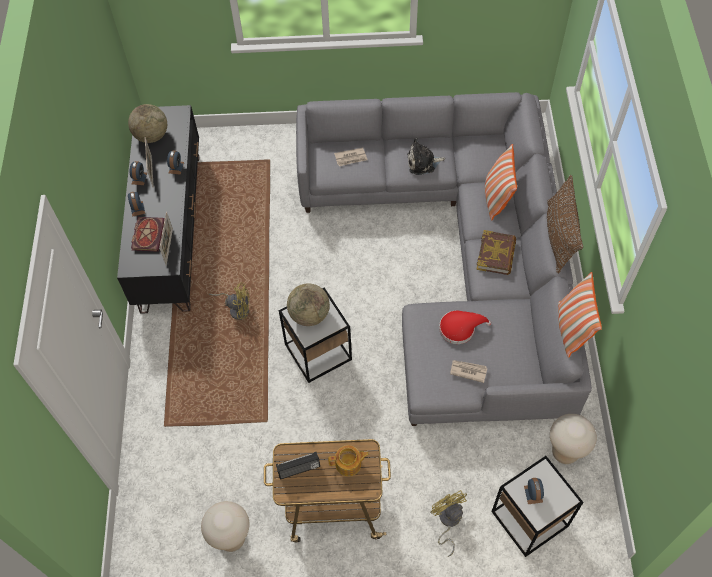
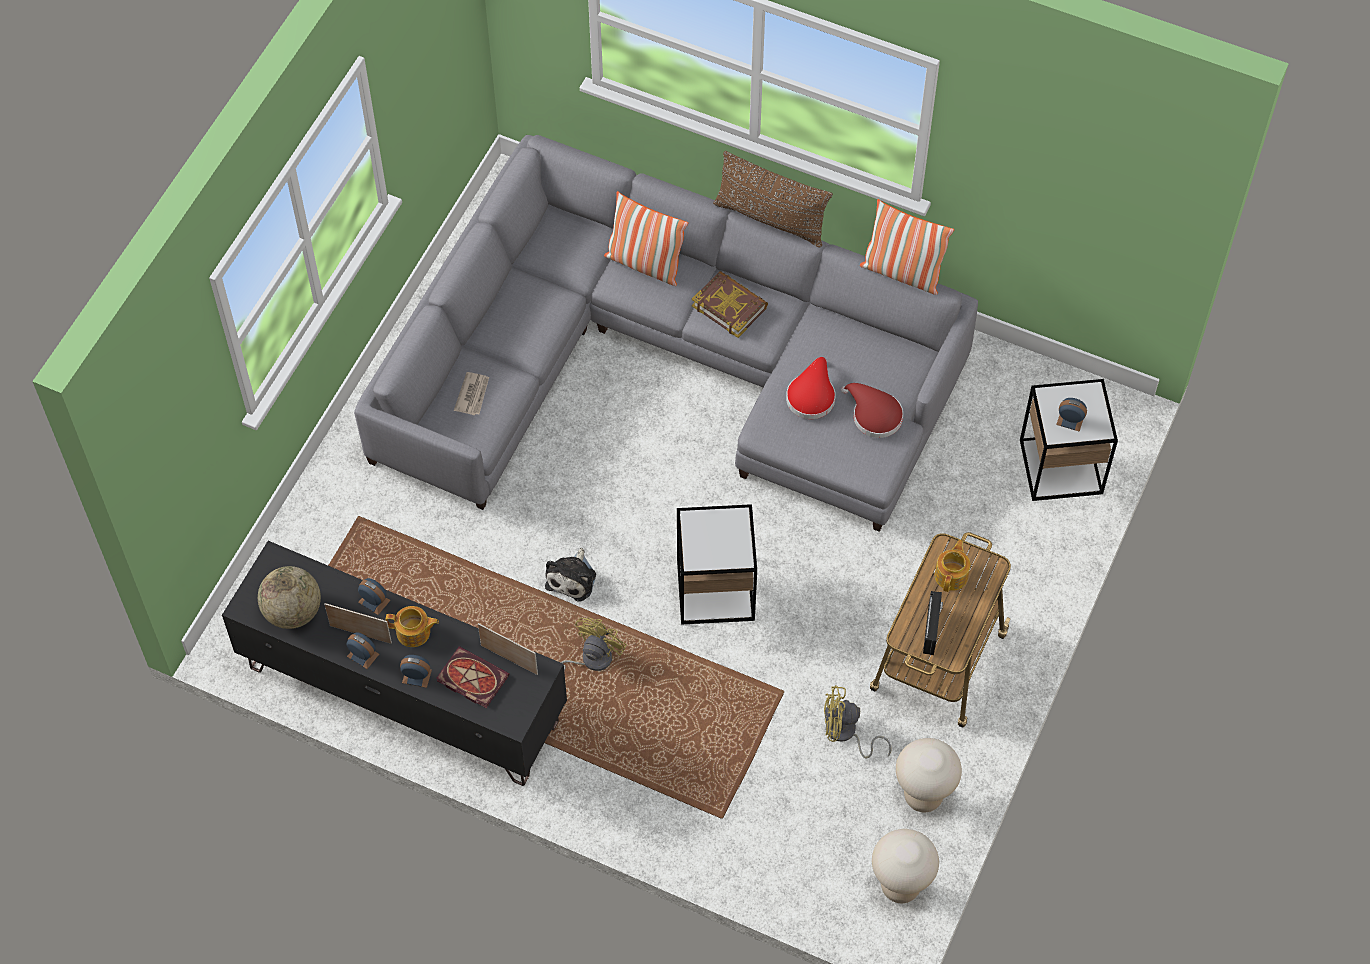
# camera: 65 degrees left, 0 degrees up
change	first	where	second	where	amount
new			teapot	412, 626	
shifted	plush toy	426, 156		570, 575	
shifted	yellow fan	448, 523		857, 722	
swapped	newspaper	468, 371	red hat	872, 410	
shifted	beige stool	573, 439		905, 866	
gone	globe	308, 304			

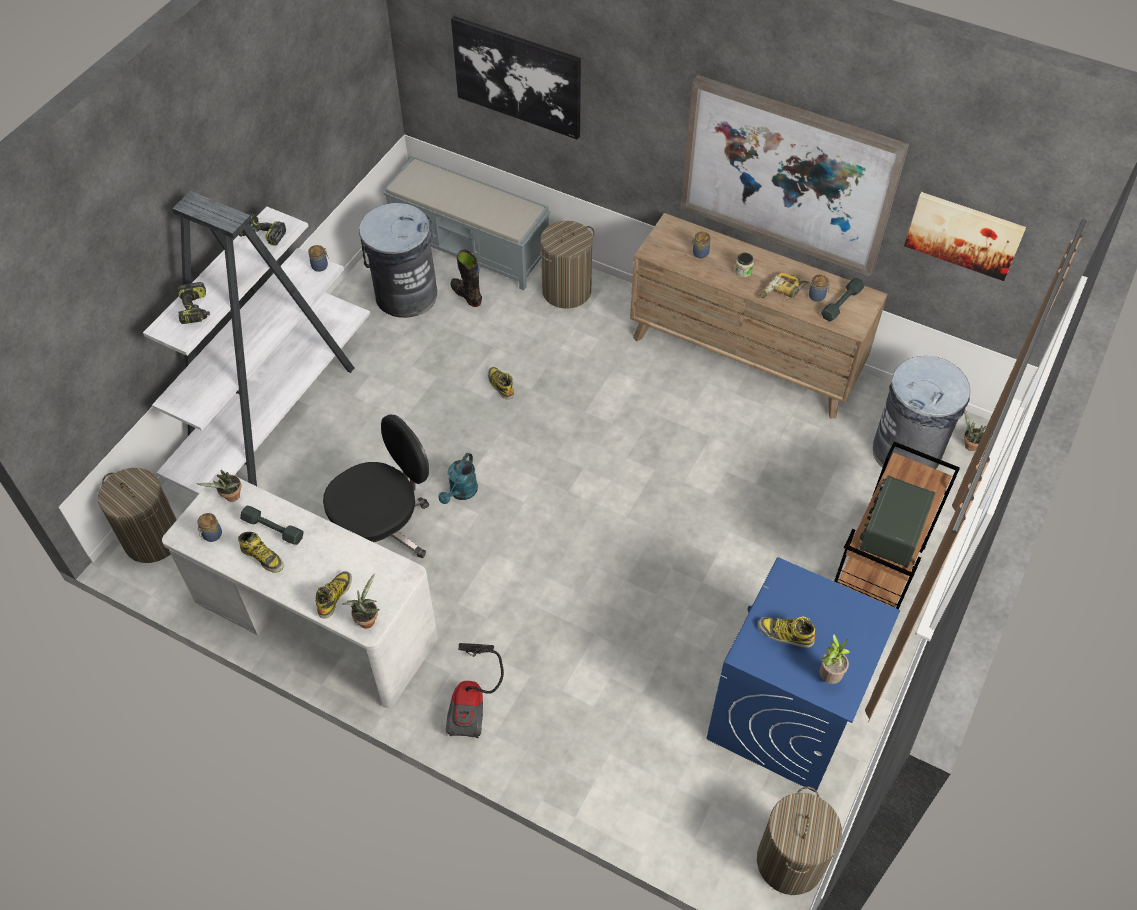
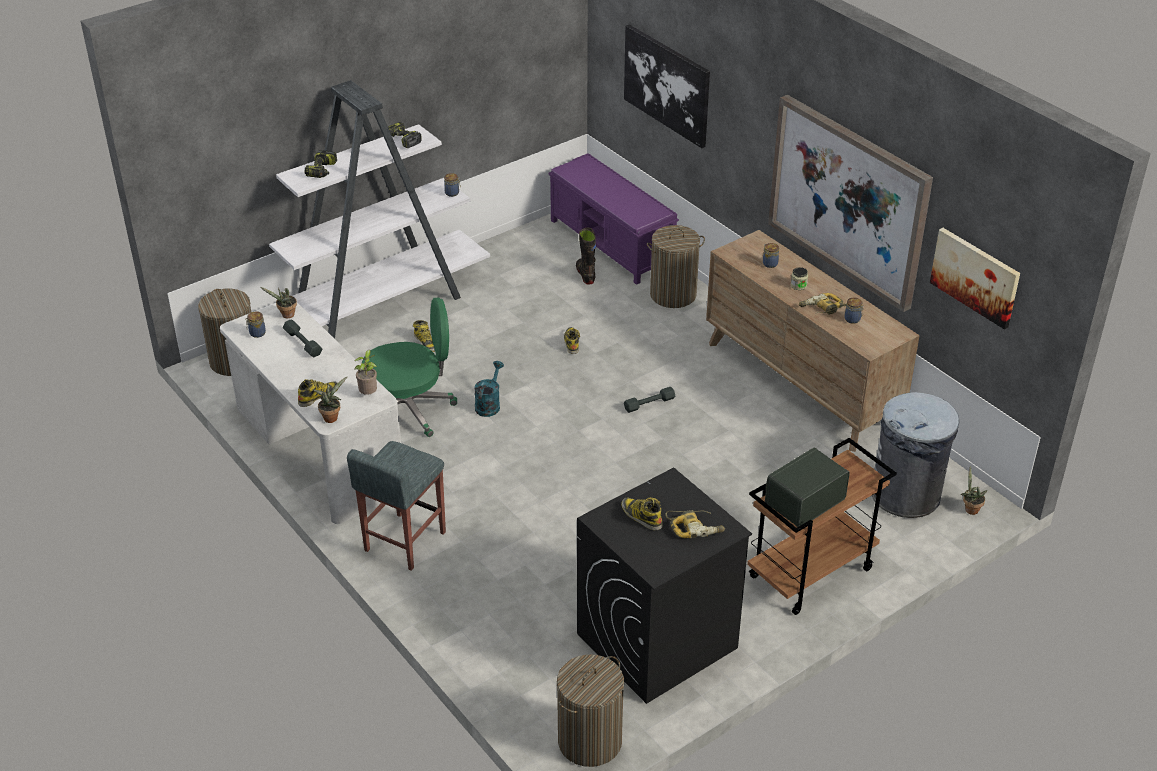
# camera: 25 degrees right, 15 degrees down
change	first	where	second	where	amount
swapped	vacuum cleaner	475, 690	grey stool	396, 506	
shifted	potted plant	834, 659		365, 372	
repainted	black office chair	376, 486	green office chair	409, 367	
shifted	boot	261, 552		424, 336	
rotated	turquoise watering can	458, 478		489, 389	150 degrees clockwise
repainted	grey bench	466, 223	purple bench	614, 219	
repainted	blue washing machine	803, 674	black washing machine	664, 585	
shifted	grey dumbbell	843, 299		649, 400	
new			power drill	695, 524	
gone	grey trash can	398, 260			

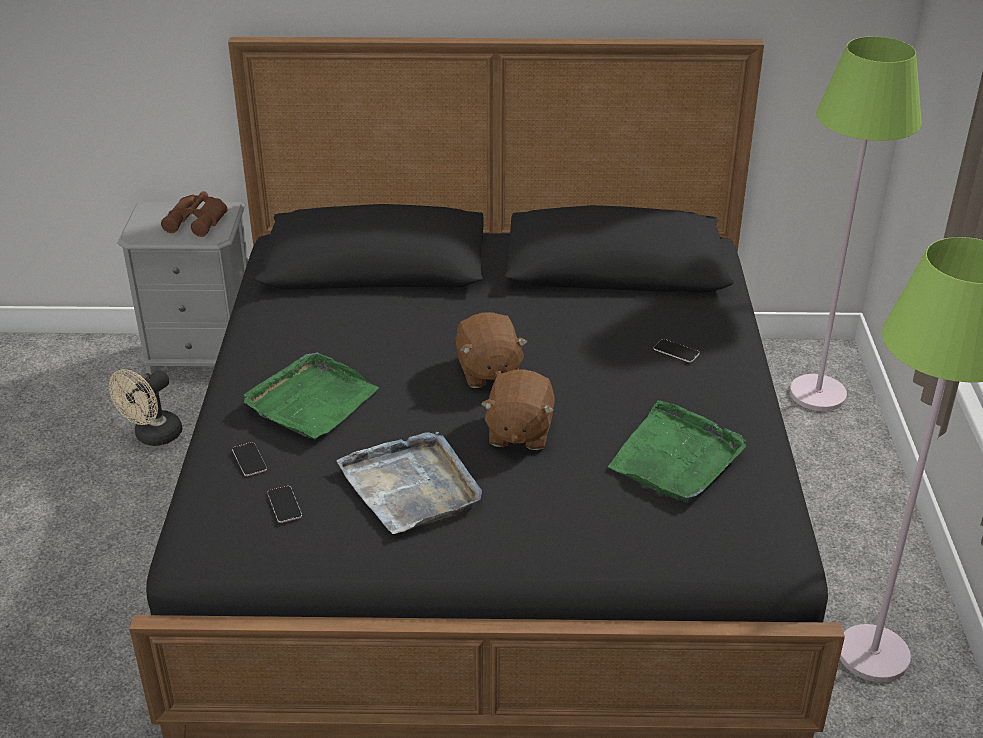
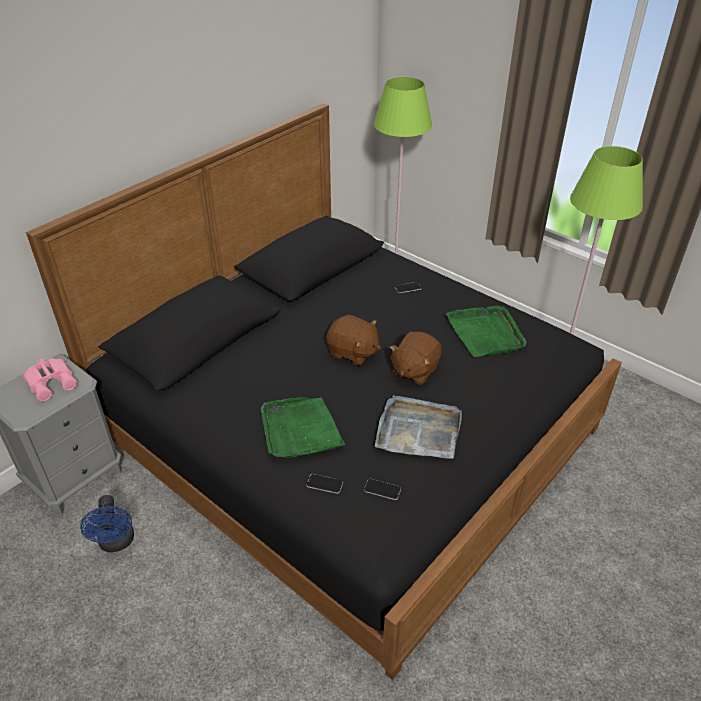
# camera: 50 degrees left, 5 degrees up
change	first	where	second	where	amount
repainted	brown binoculars	194, 214	pink binoculars	50, 379	
repainted	beige fan	145, 407	blue fan	107, 523	
rotated	brown plush toy	518, 409		416, 358	75 degrees clockwise

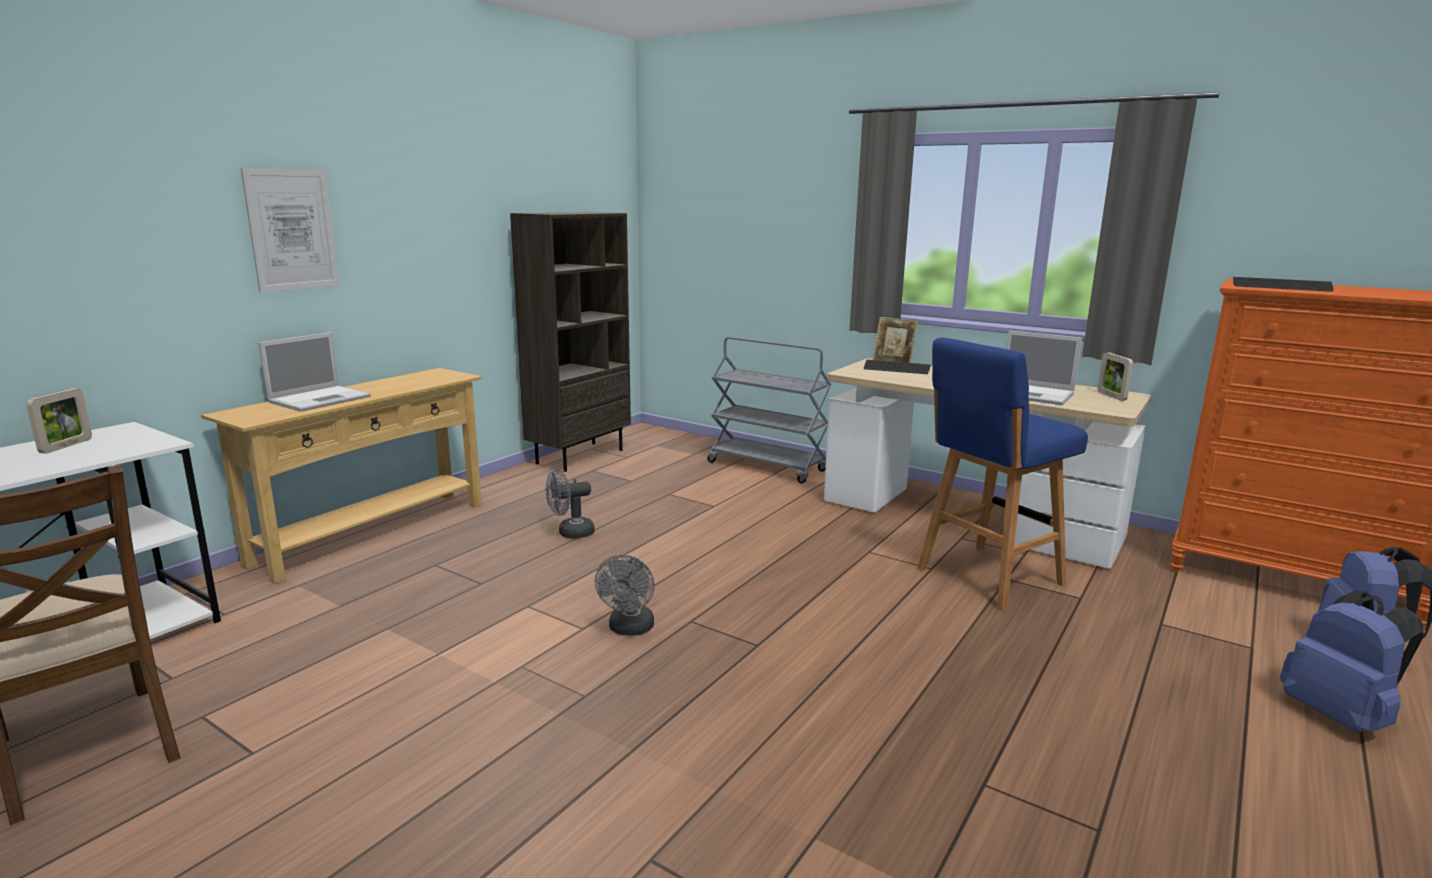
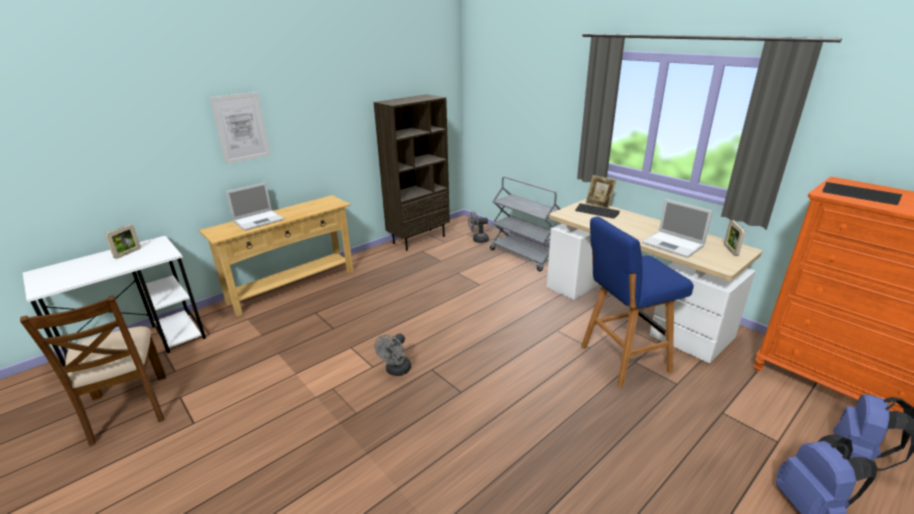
# camera: 15 degrees right, 10 degrees up
change	first	where	second	where	amount
shifted	grey fan	570, 504		478, 227	

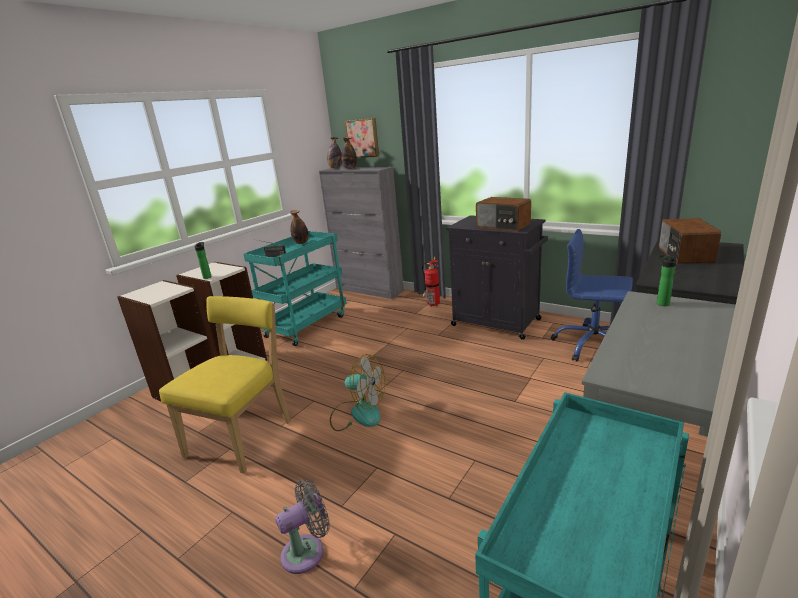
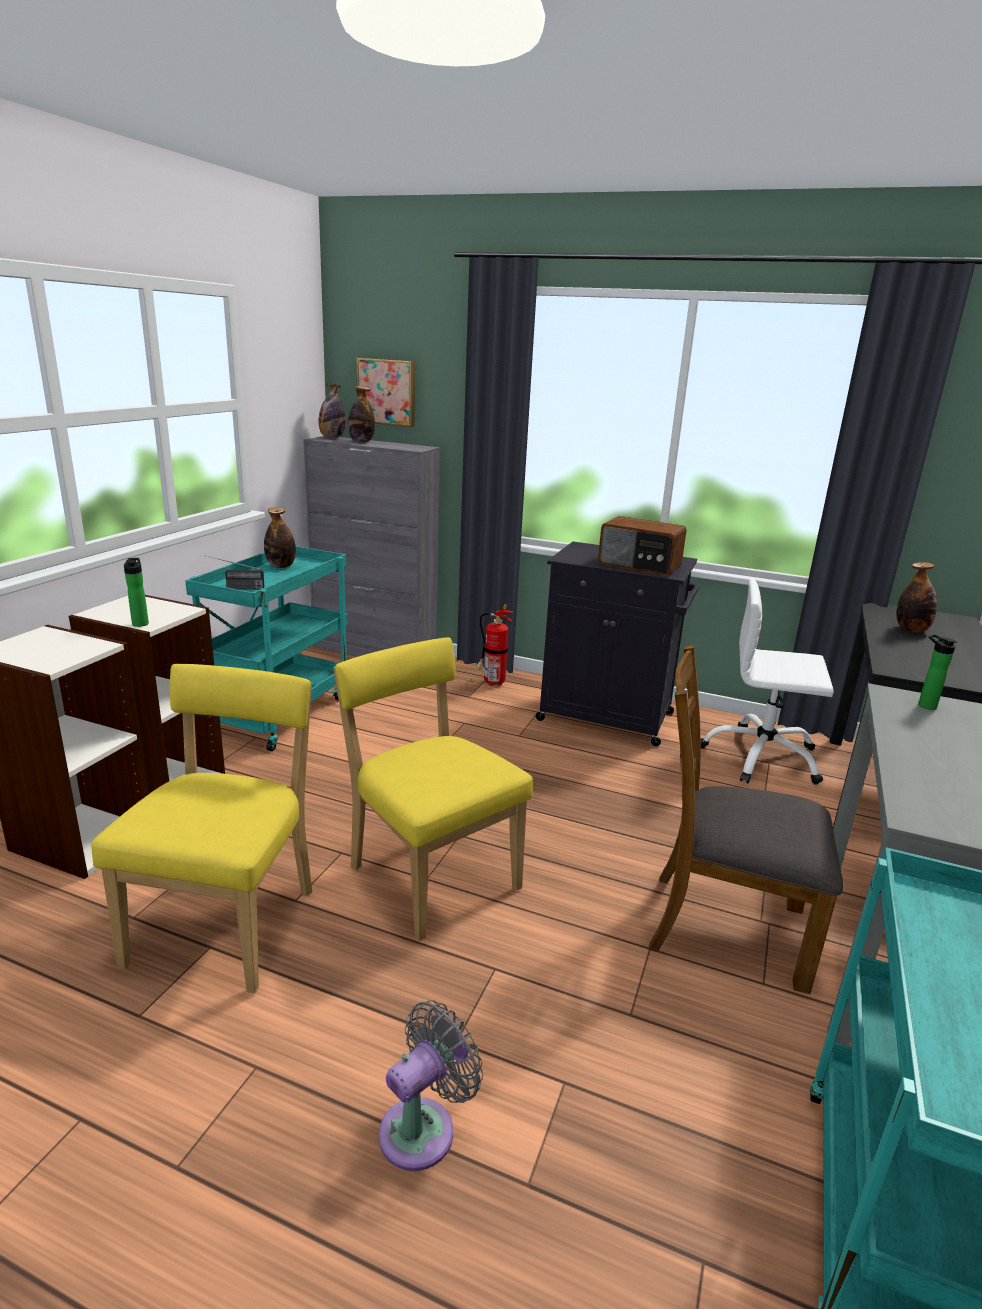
# camera: 15 degrees left, 0 degrees up
change	first	where	second	where	amount
swapped	fan	357, 392	yellow chair	433, 789	
new			brown chair	745, 819	
repainted	blue office chair	592, 295	white office chair	767, 681	
swapped	radio	690, 241	bottle	916, 597	

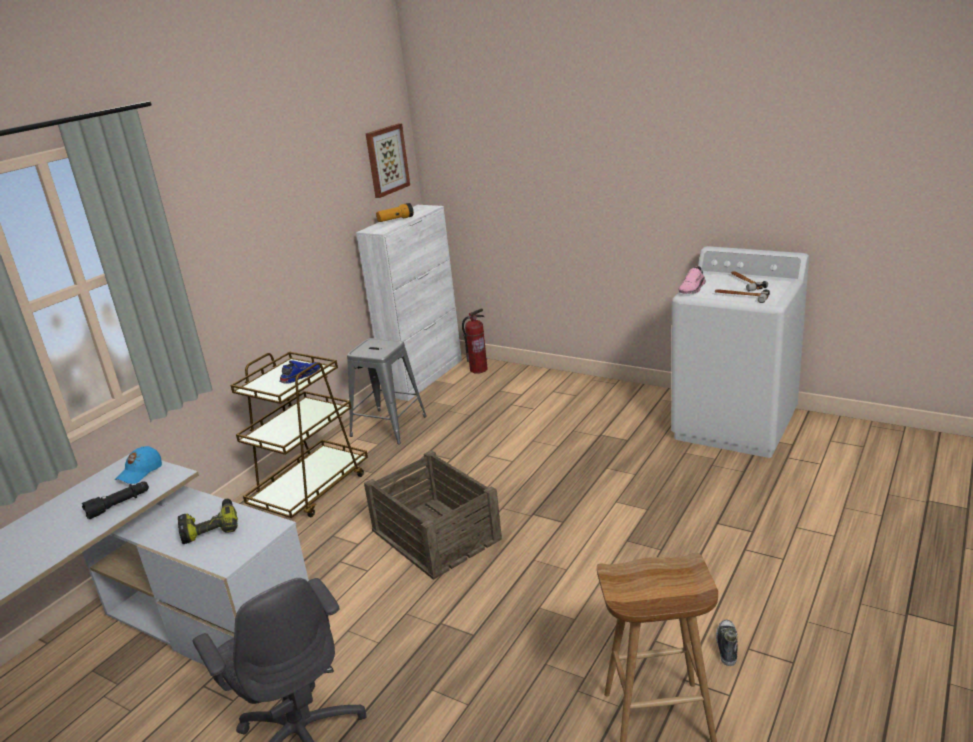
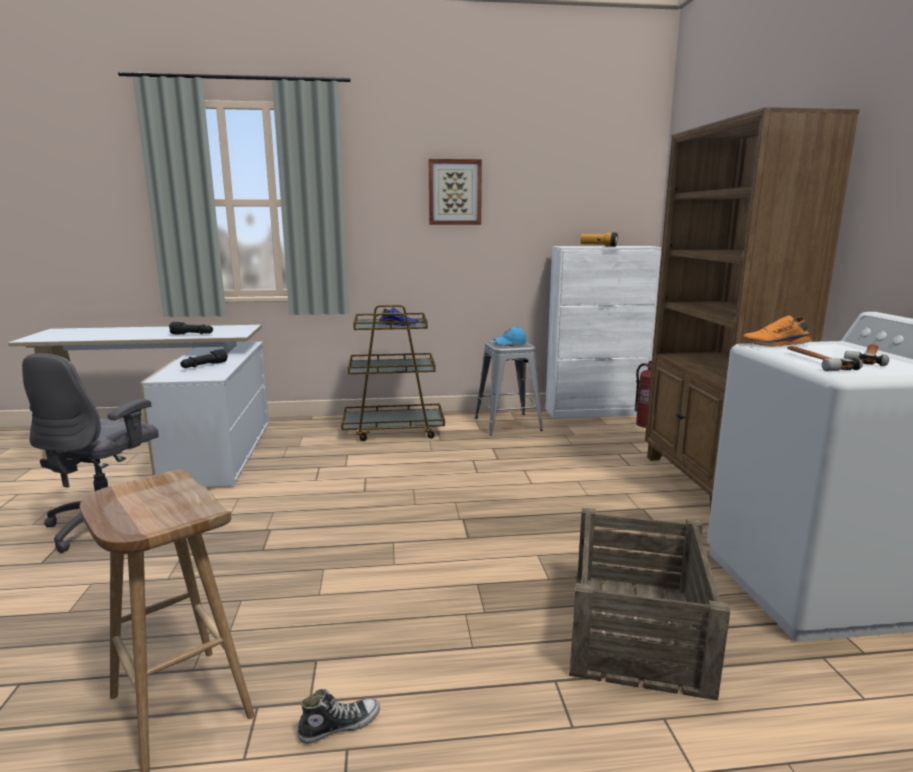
# camera: 50 degrees right, 10 degrees down
change	first	where	second	where	amount
swapped	power drill	208, 521	black flashlight	204, 358	
shifted	picture	388, 161		455, 192	
shifted	blue cap	138, 465		510, 336	
shifted	crate	433, 515		649, 604	
new			brown bookcase	752, 309	
repainted	pink shoe	692, 280	orange shoe	777, 331	

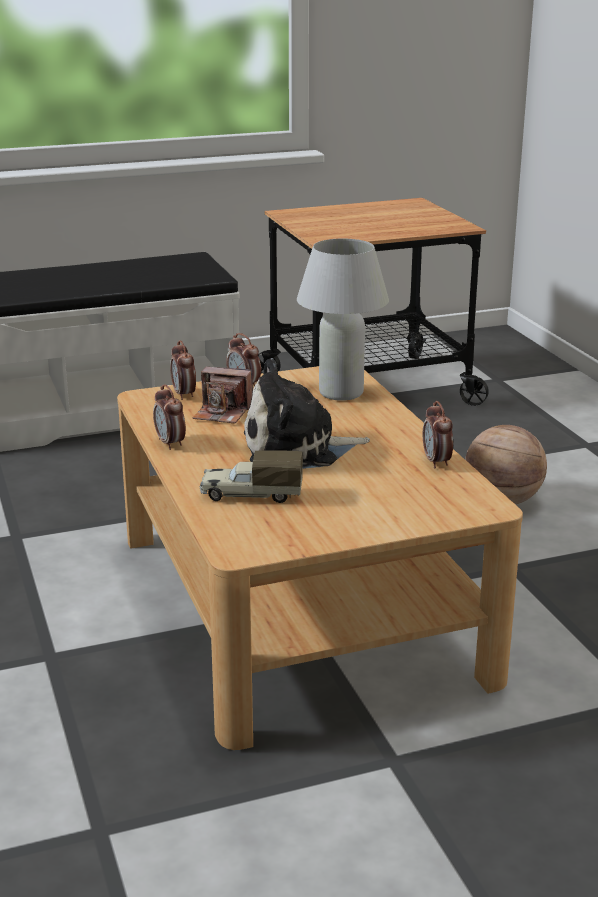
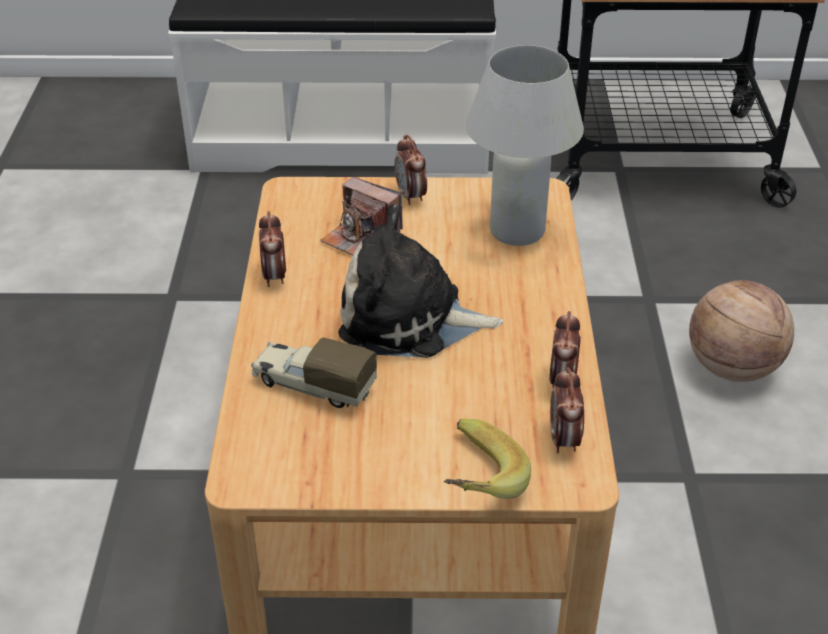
# camera: 20 degrees right, 15 degrees up
change	first	where	second	where	amount
new			banana	487, 459	
shifted	alarm clock	183, 370		567, 410	

